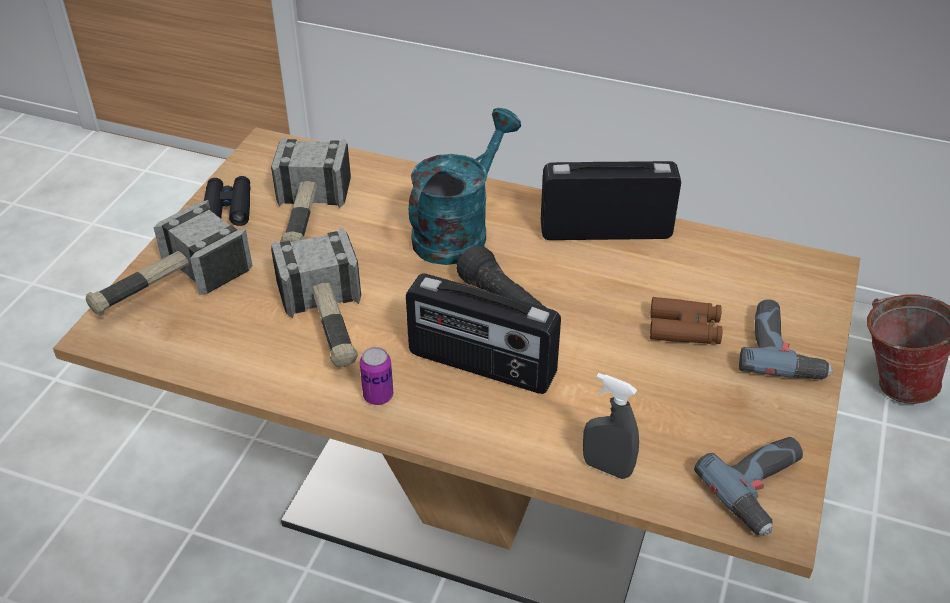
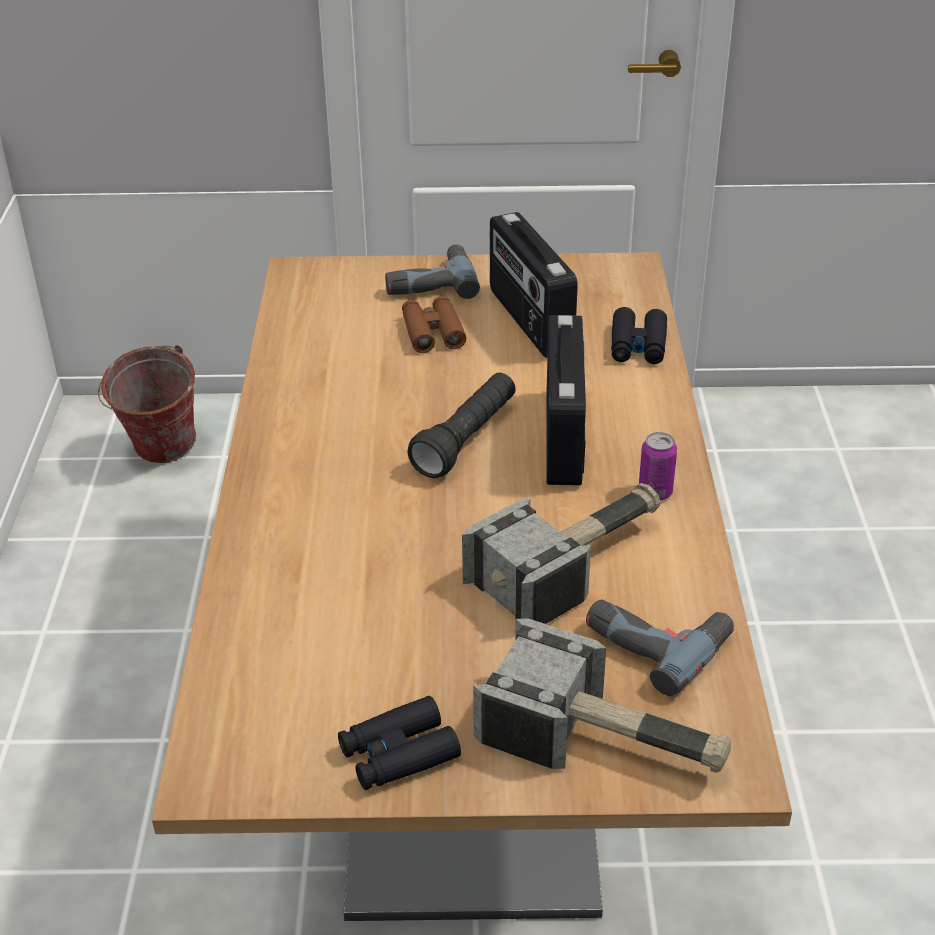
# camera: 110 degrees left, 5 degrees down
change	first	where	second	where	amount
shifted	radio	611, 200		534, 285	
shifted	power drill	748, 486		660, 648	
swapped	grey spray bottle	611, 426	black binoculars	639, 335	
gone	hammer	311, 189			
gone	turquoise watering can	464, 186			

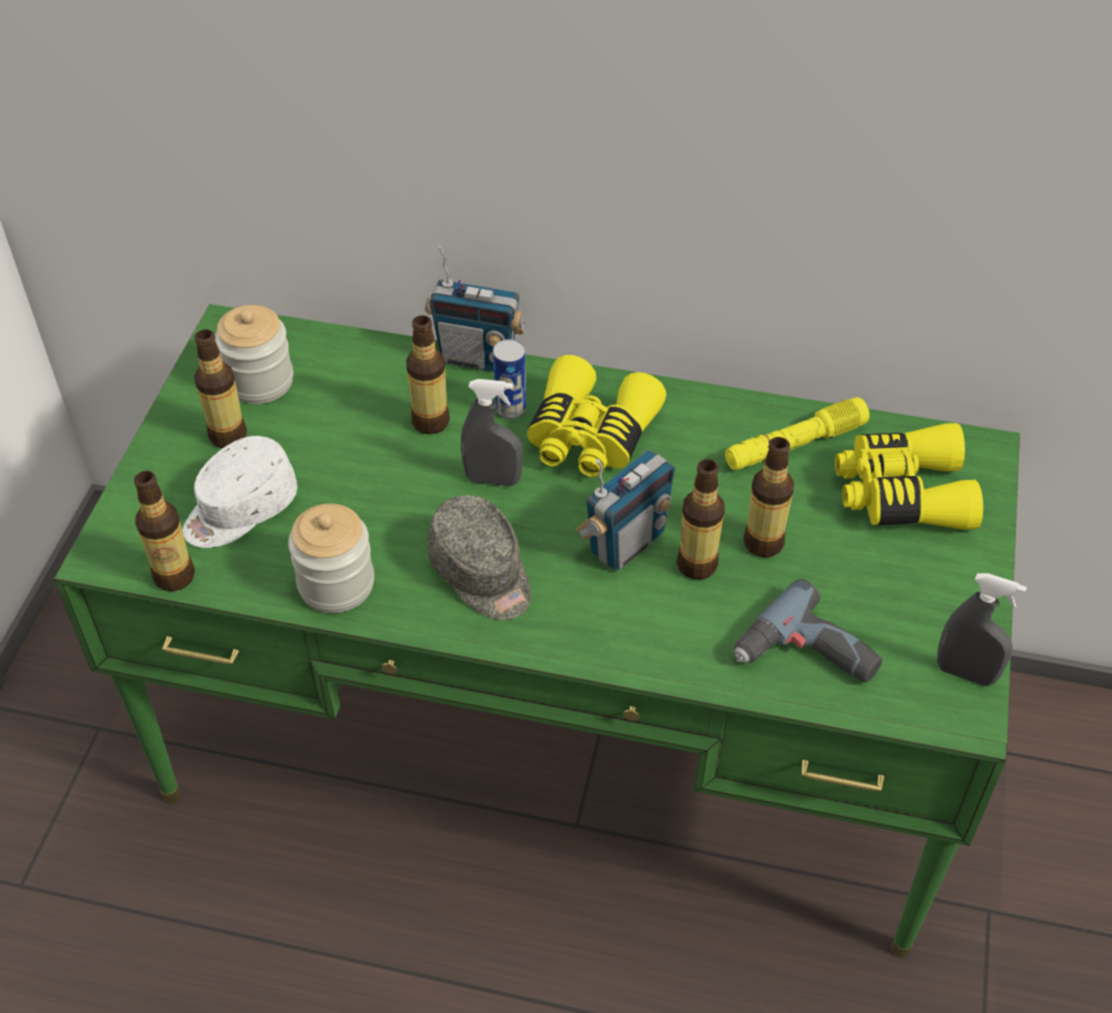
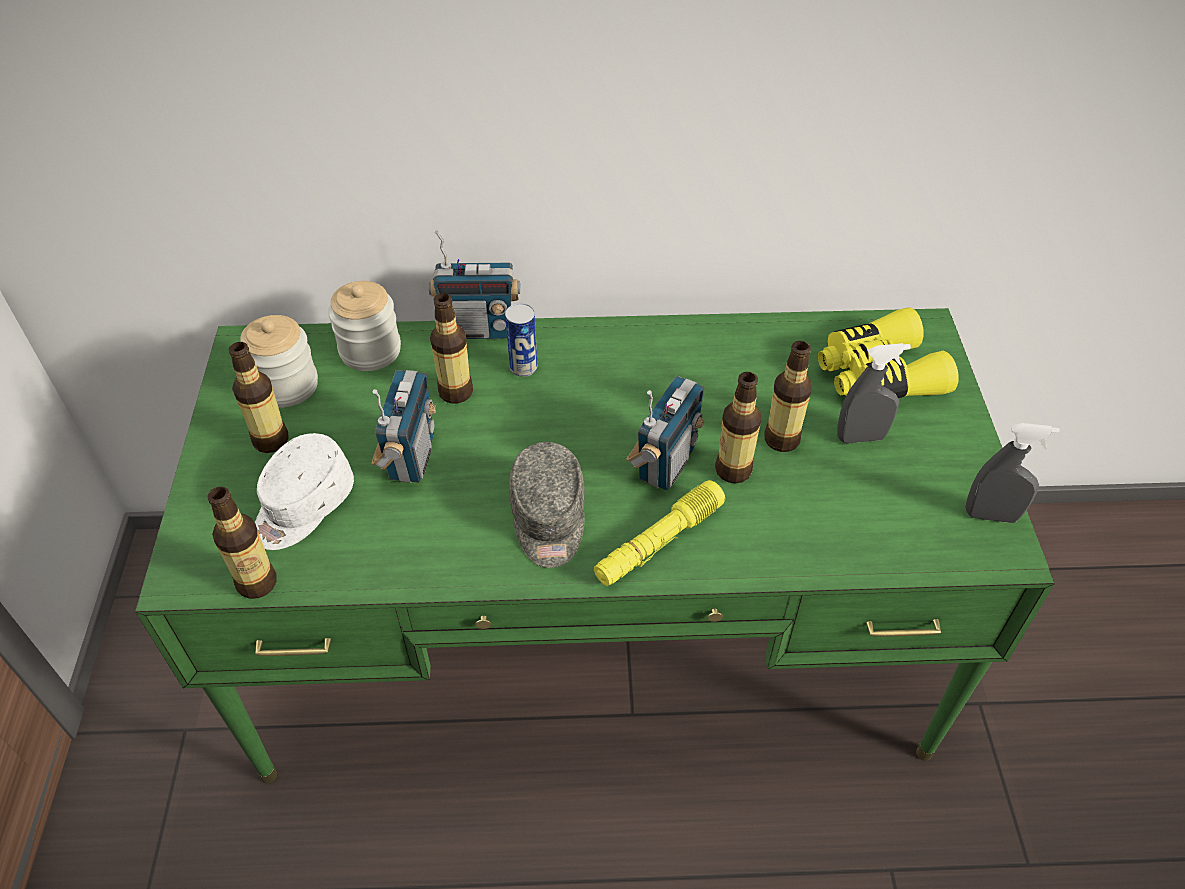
# camera: 15 degrees left, 0 degrees up
change	first	where	second	where	amount
shifted	jar	331, 558		364, 326	
new			radio	404, 426	
rotated	grey cap	479, 557		547, 505	45 degrees clockwise
shifted	yellow flashlight	797, 433		659, 533	
shifted	grey spray bottle	492, 432		874, 393	
gone	yellow binoculars	596, 416			
gone	power drill	808, 631			

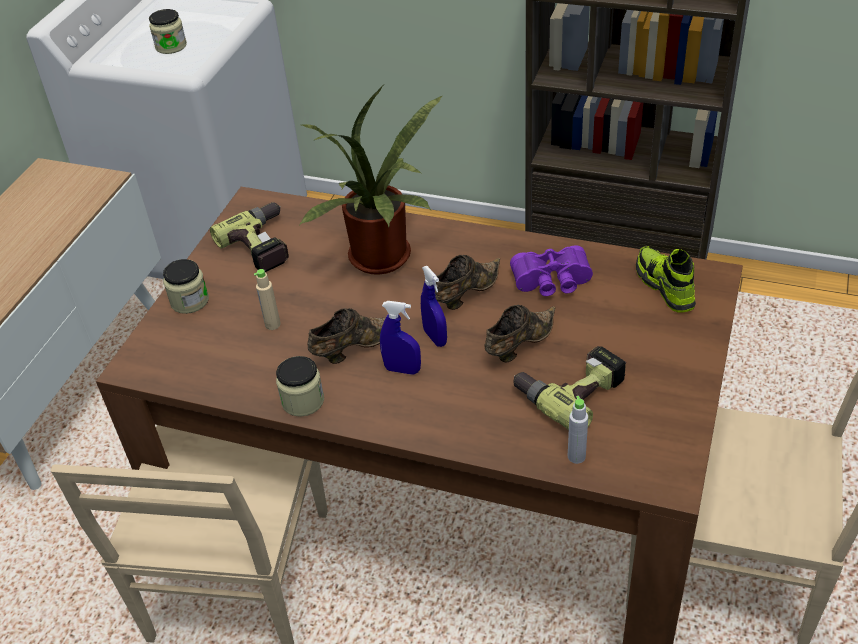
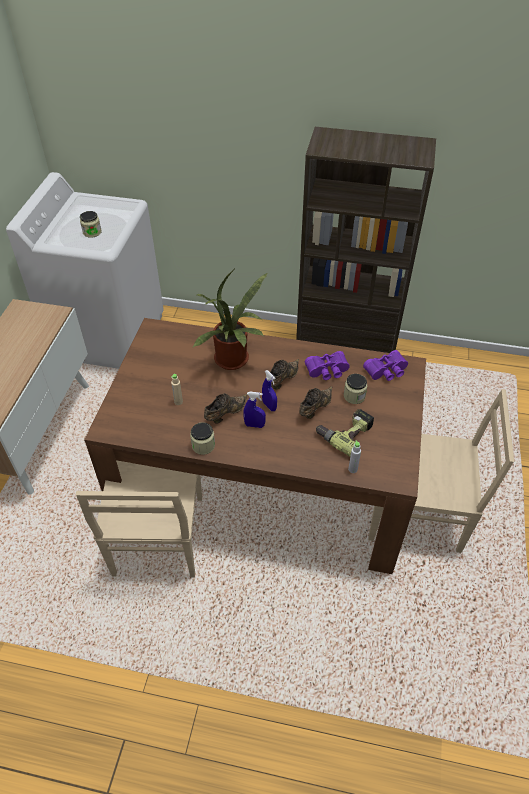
# camera: 10 degrees left, 5 degrees up
change	first	where	second	where	amount
shifted	jar	186, 286		355, 389	
swapped	shoe	666, 279	purple binoculars	385, 365	
gone	power drill	249, 237			

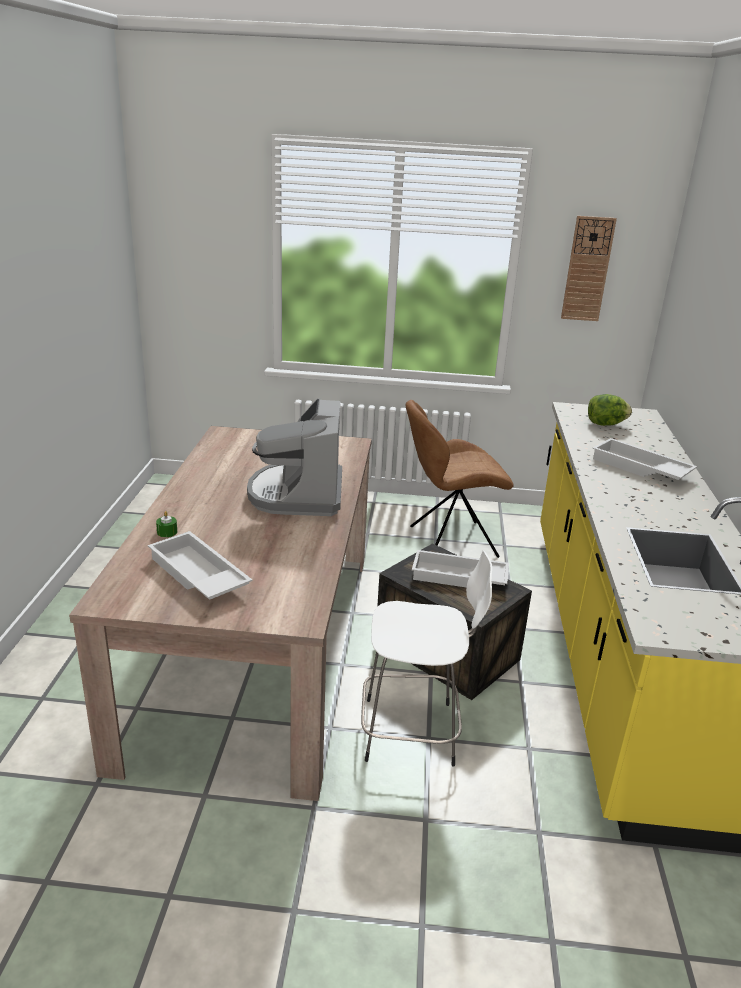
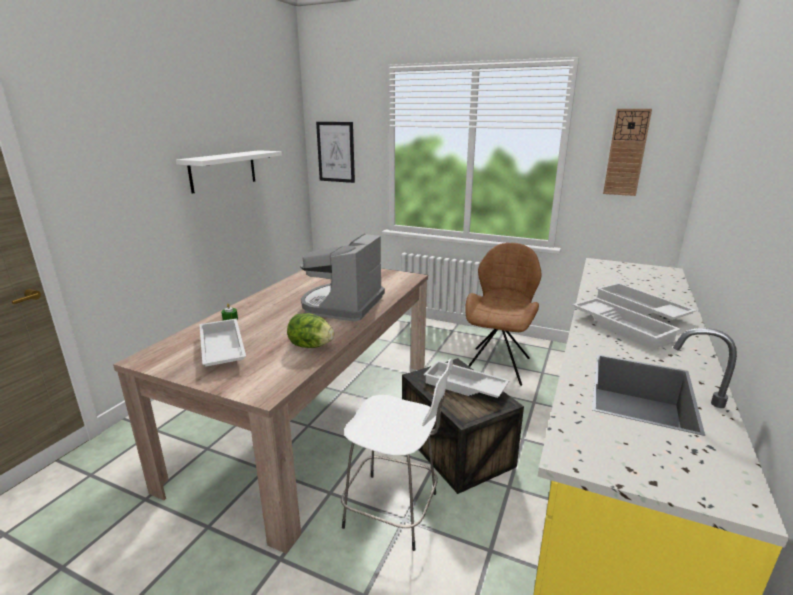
# camera: 20 degrees right, 5 degrees down
change	first	where	second	where	amount
new			white shelf	229, 172	
shifted	lettuce	610, 410		310, 330	
new			picture	335, 152	
rotated	brown chair	460, 479		503, 314	105 degrees clockwise
new			white tray	626, 323	

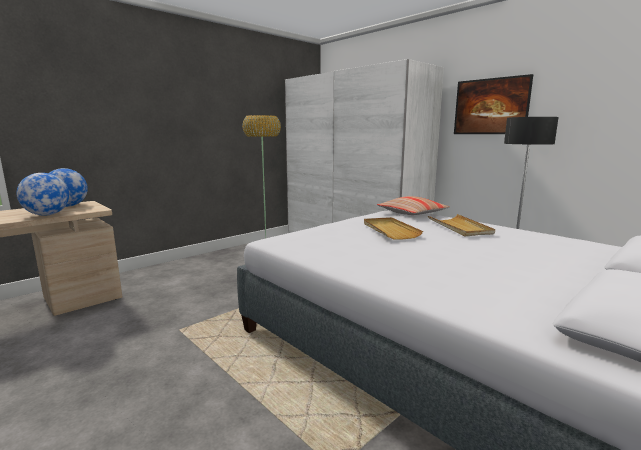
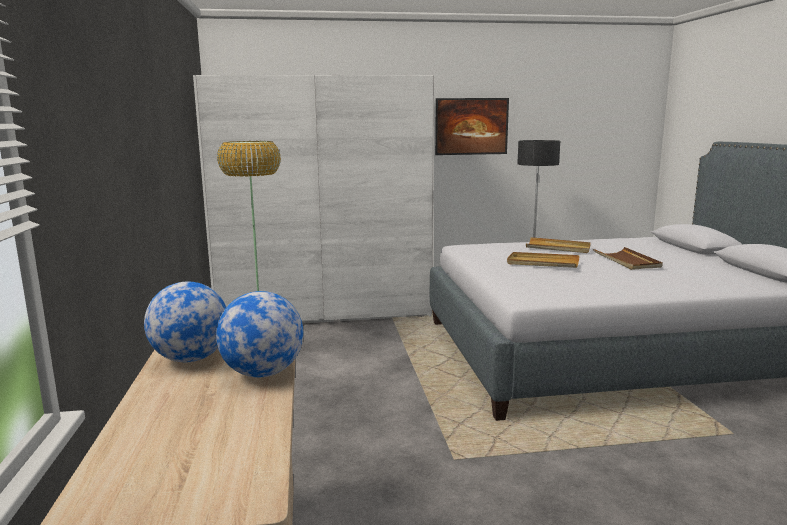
# camera: 55 degrees left, 0 degrees up
change	first	where	second	where	amount
new			brown tray	628, 258	
gone	pillow	413, 205			

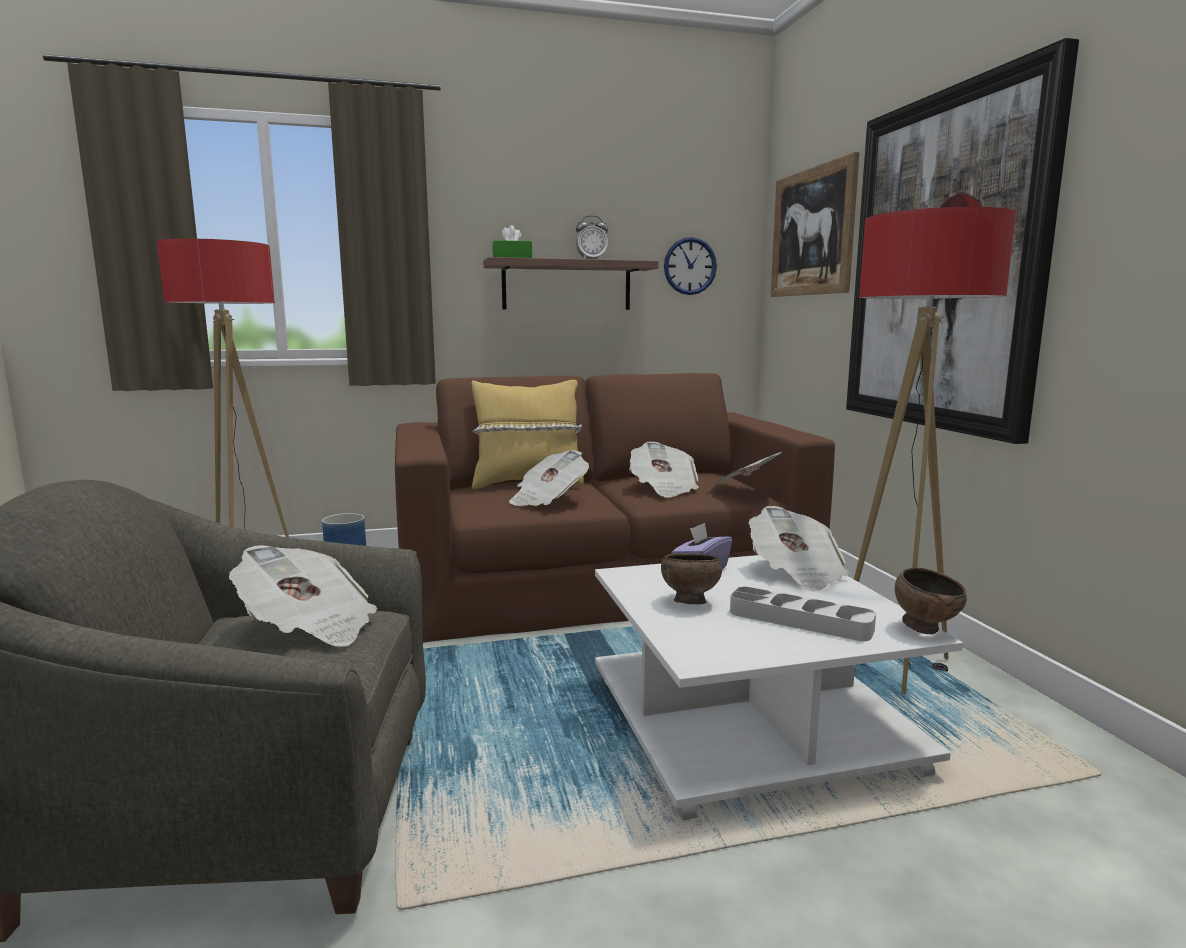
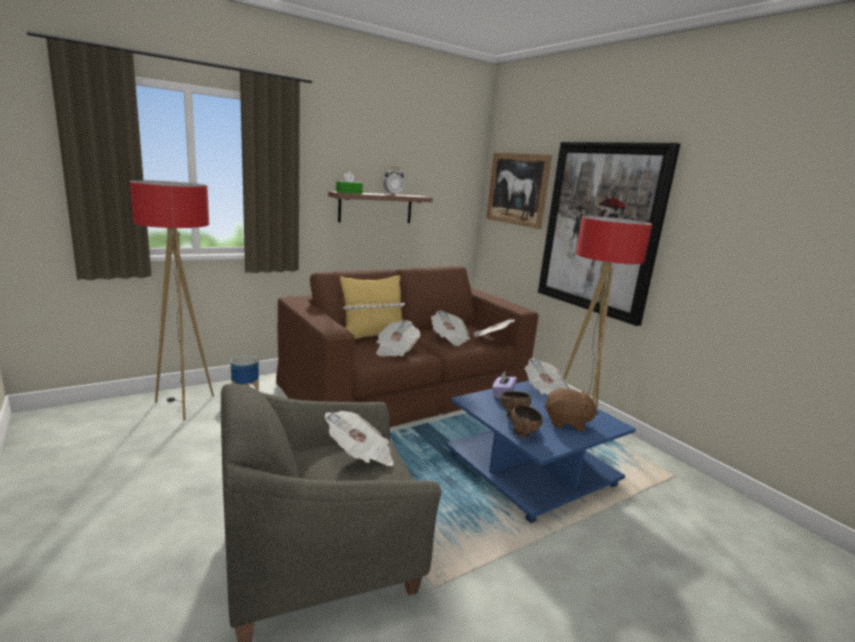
# camera: 20 degrees left, 5 degrees up
change	first	where	second	where	amount
repainted	white coffee table	779, 688	blue coffee table	541, 451	
shifted	brown bowl	931, 601		526, 421	
swapped	grey tray	803, 614	brown plush toy	571, 409	
gone	wall clock	690, 266			

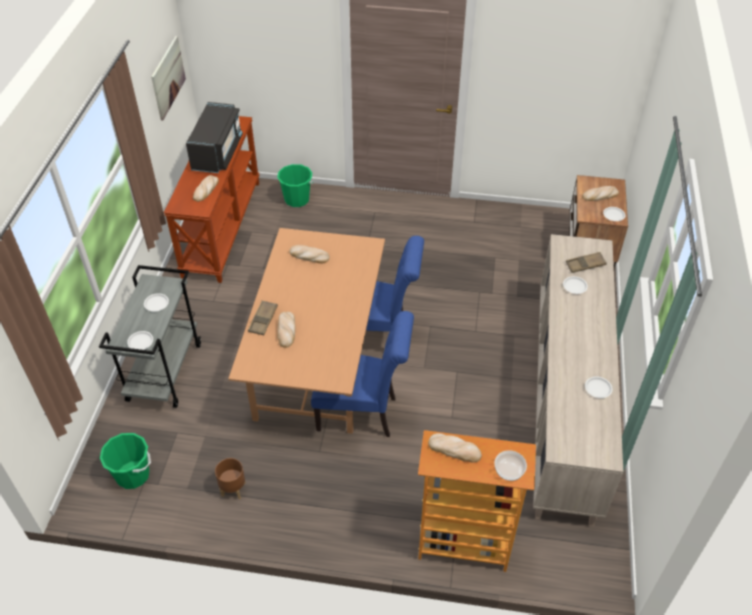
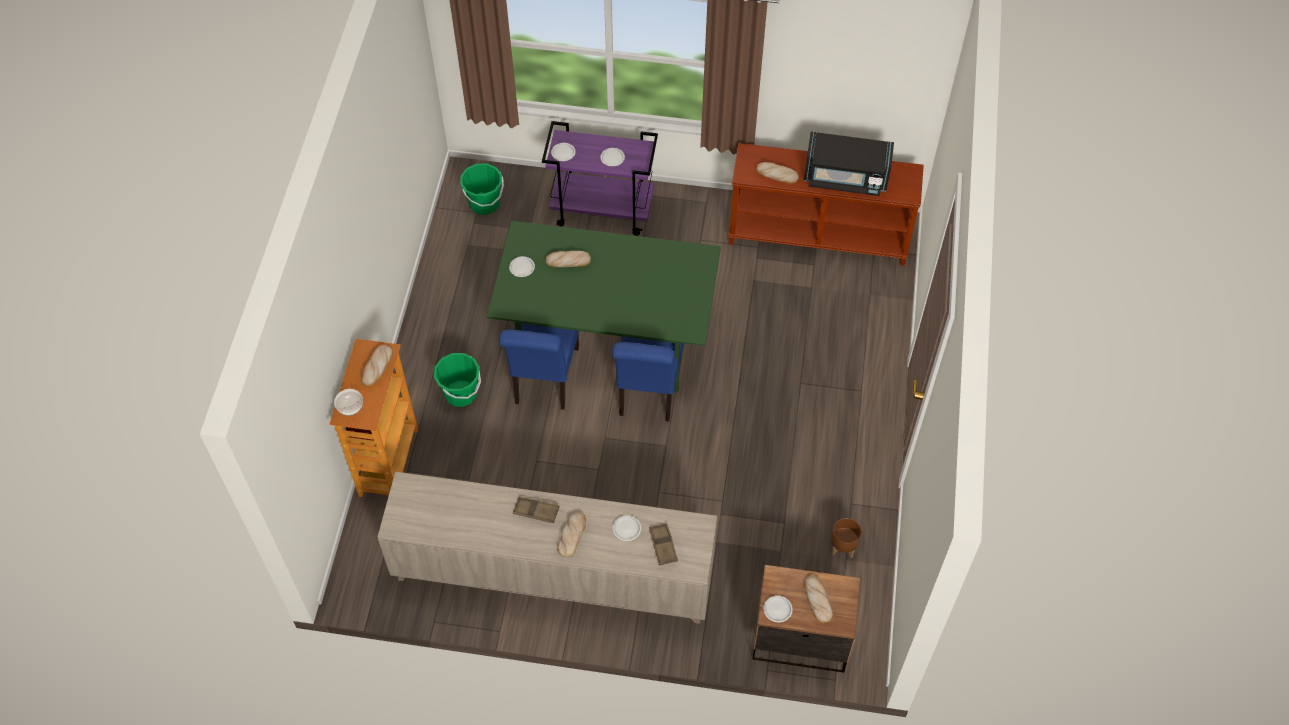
# camera: 90 degrees right, 10 degrees up
change	first	where	second	where	amount
shifted	green bucket	295, 185		457, 380	
repainted	brown dining table	306, 331	green dining table	604, 306	
shifted	white plate	599, 387		522, 266	
shifted	brown tray	263, 317		536, 510	
repainted	grey cart	150, 336	purple cart	600, 178	
shifted	bread	309, 254		571, 534	
shifted	brown planter	230, 479		846, 538	
gone	picture	168, 78			

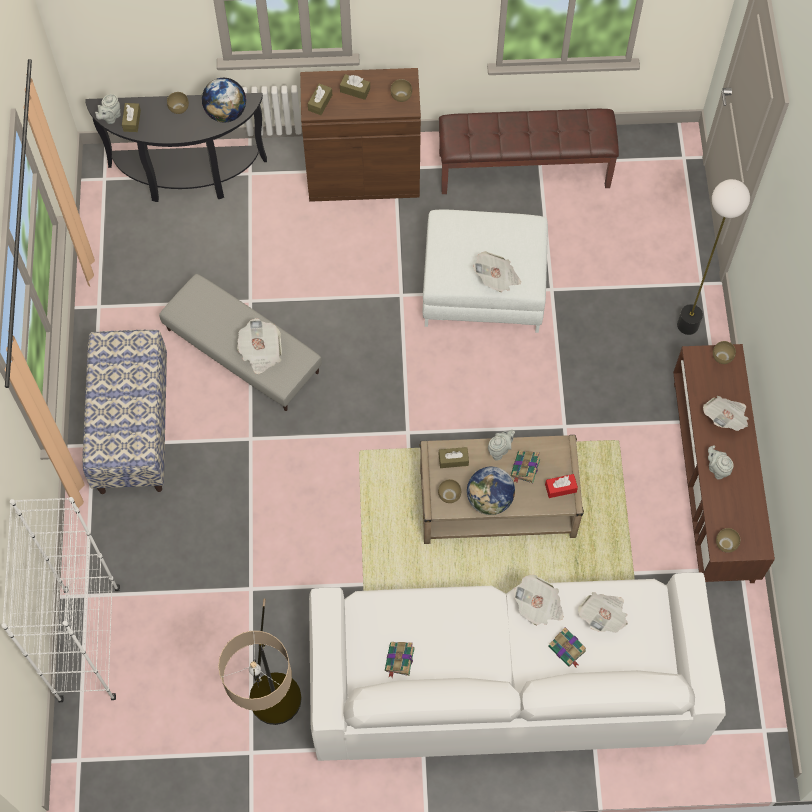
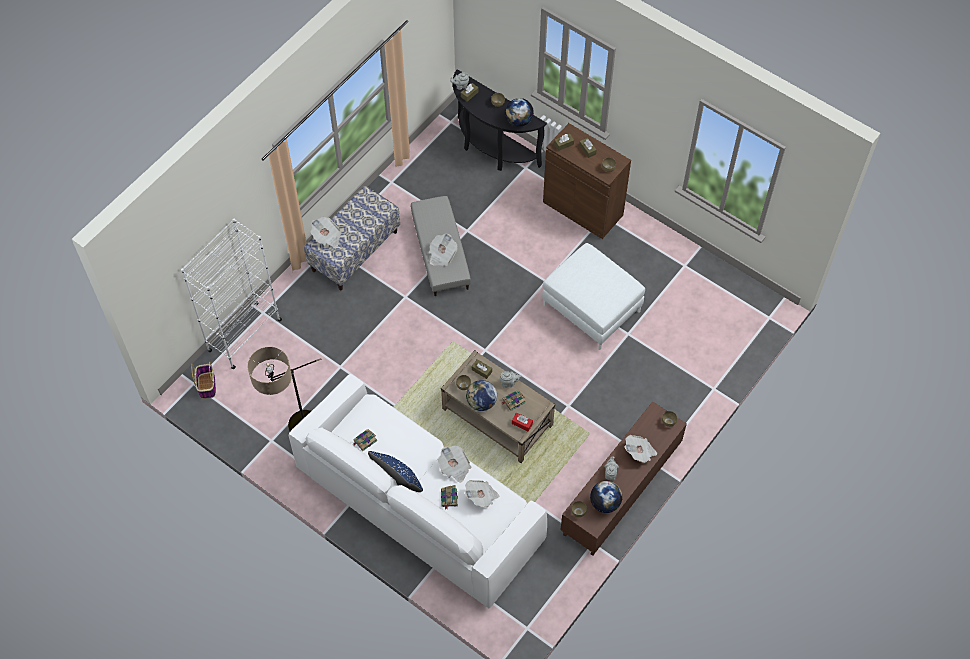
# camera: 40 degrees right, 5 degrees down
change	first	where	second	where	amount
new			basket	203, 380	
shifted	newspaper	497, 271		326, 232	
new			blue pillow	395, 471	
new			globe	606, 497	
gone	brown bench	529, 151			
gone	floor lamp	713, 257			

